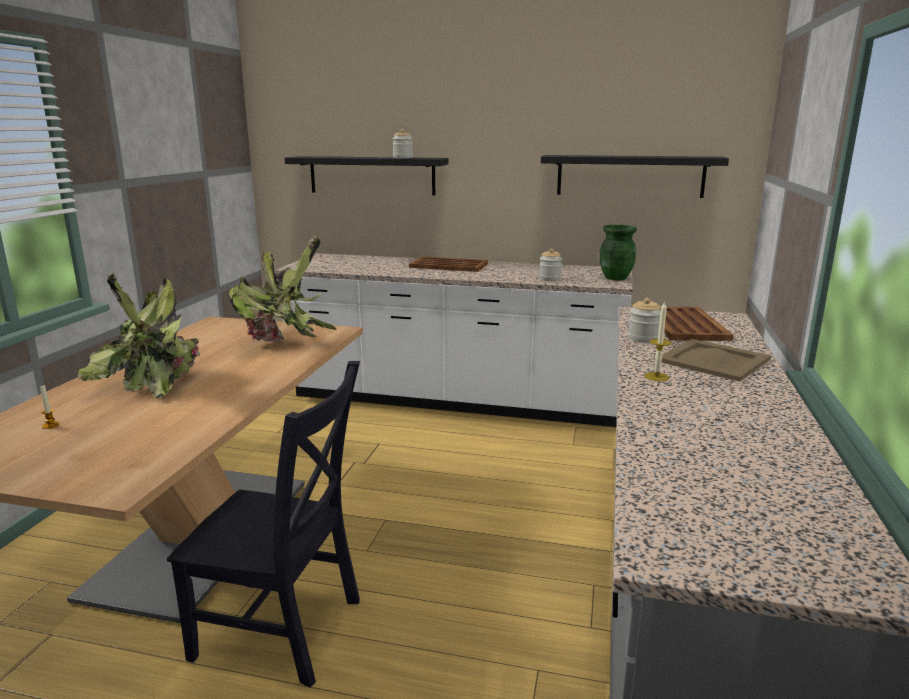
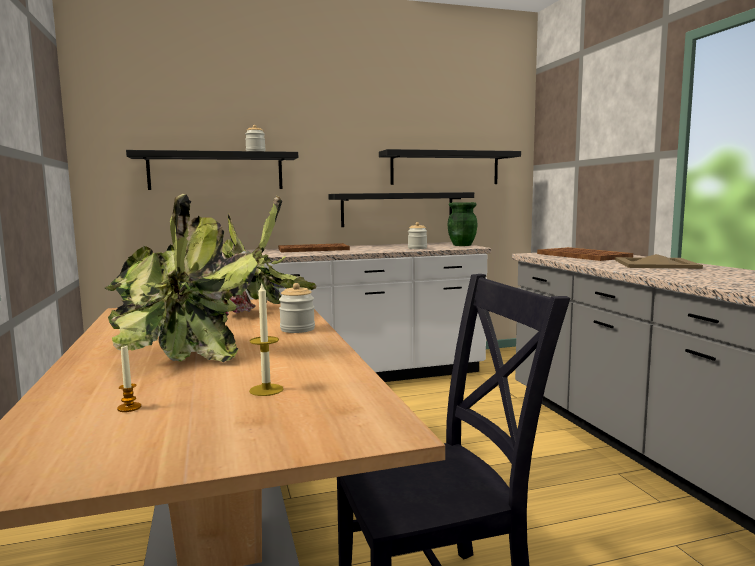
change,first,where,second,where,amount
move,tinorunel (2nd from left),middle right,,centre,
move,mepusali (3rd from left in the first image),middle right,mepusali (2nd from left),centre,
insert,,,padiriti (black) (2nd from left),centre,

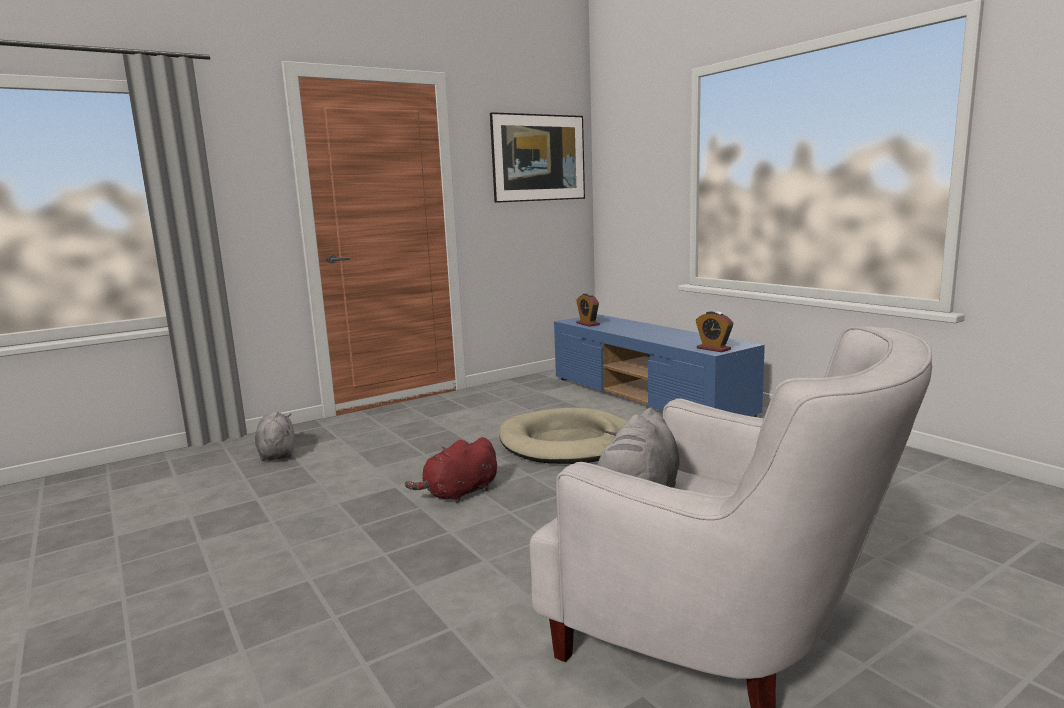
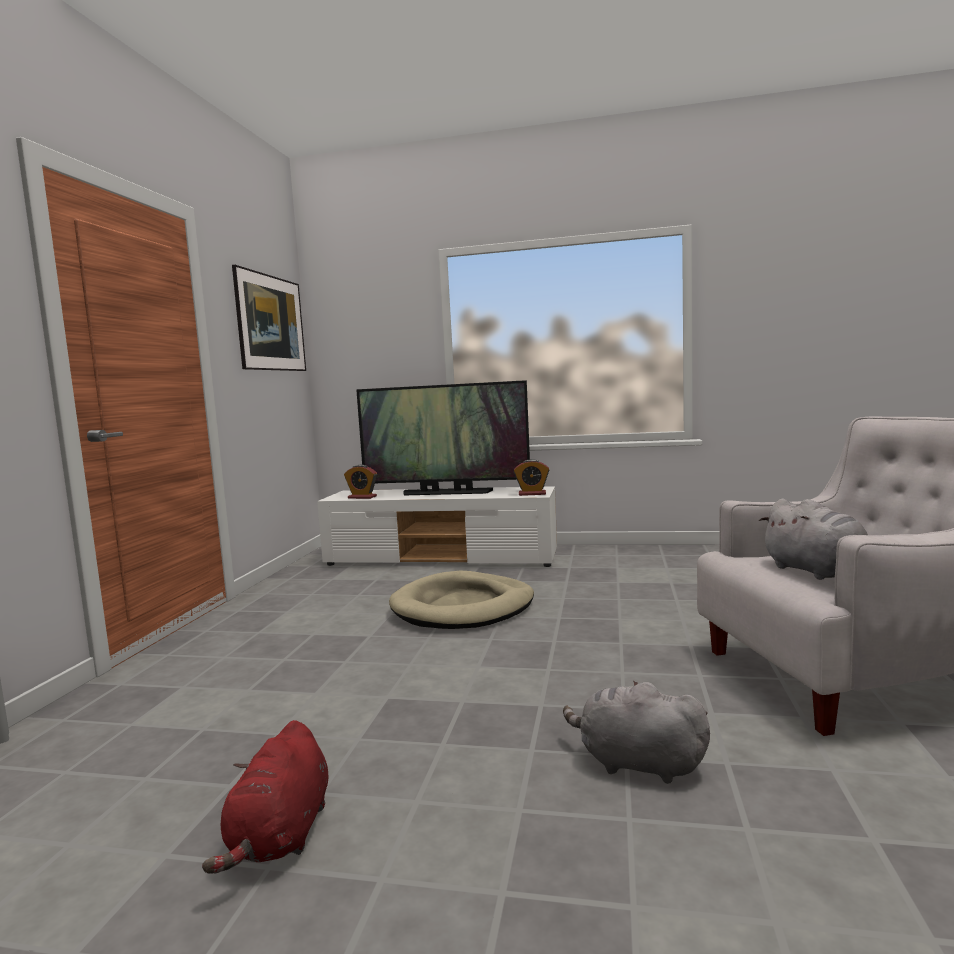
change,first,where,second,where,amount
move,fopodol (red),centre,,bottom left,
recolor,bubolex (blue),centre,bubolex (white),centre,
insert,,,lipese,centre,
move,fopodol (grey) (1st from left),middle left,,bottom right,

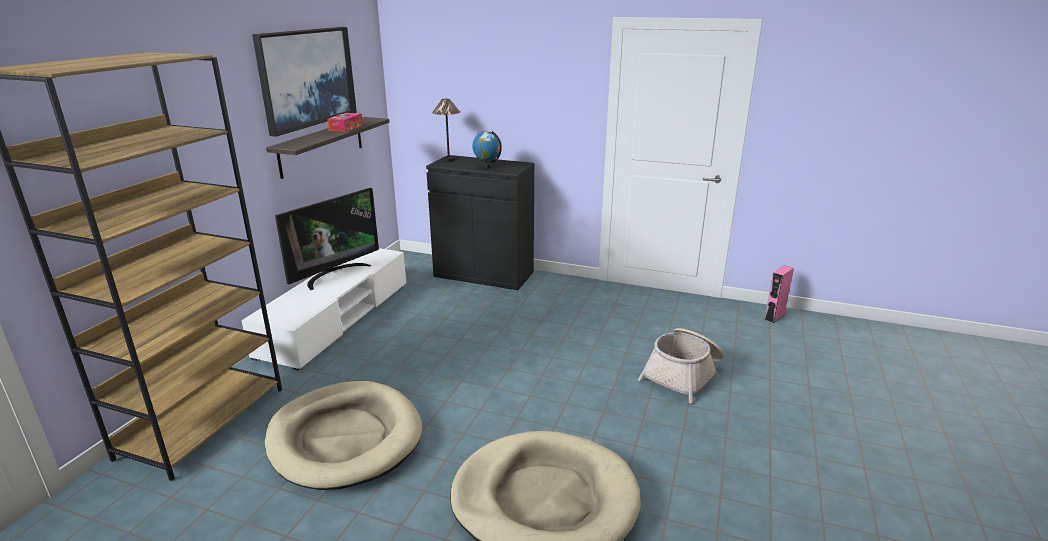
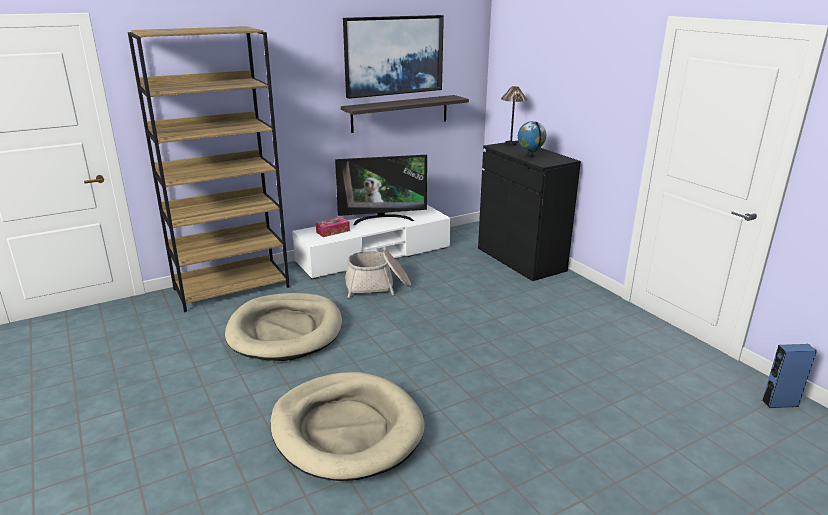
change,first,where,second,where,amount
move,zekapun,top left,,centre,
move,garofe,bottom centre,,centre,
recolor,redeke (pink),middle right,redeke (blue),bottom right,

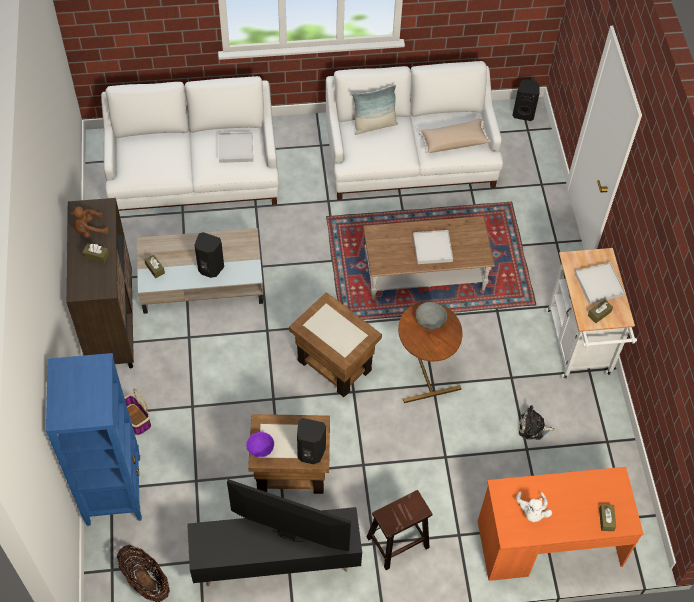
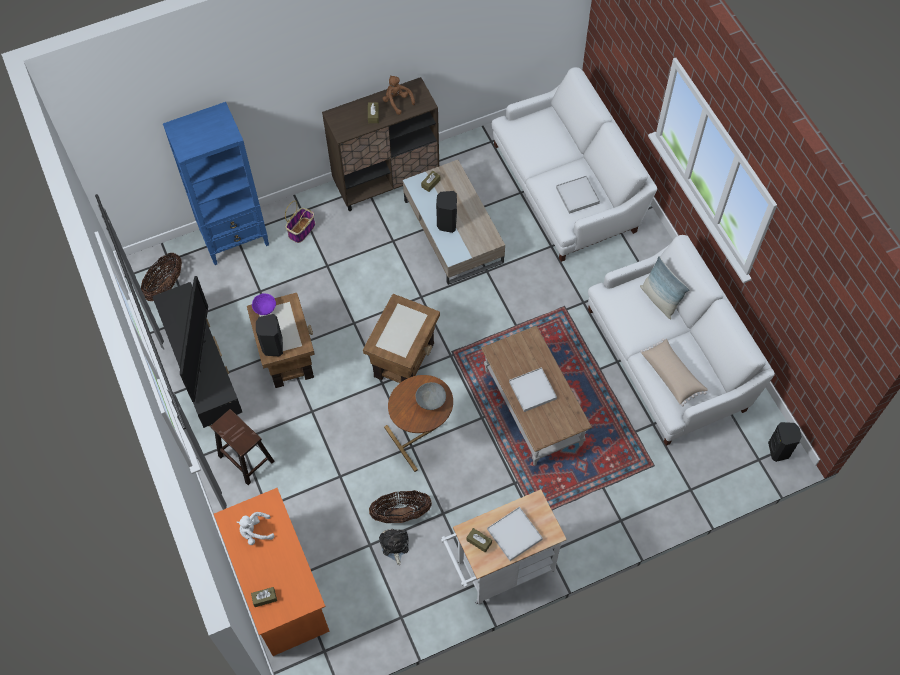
change,first,where,second,where,amount
insert,,,garofe (3rd from left),bottom centre,

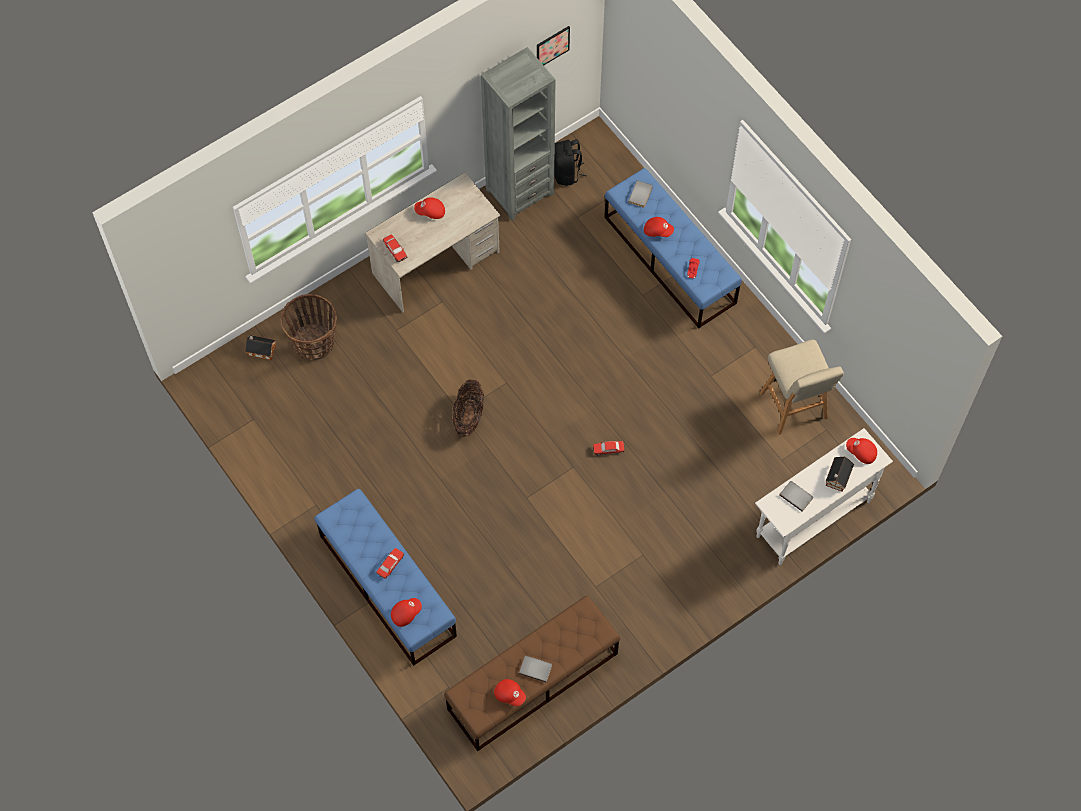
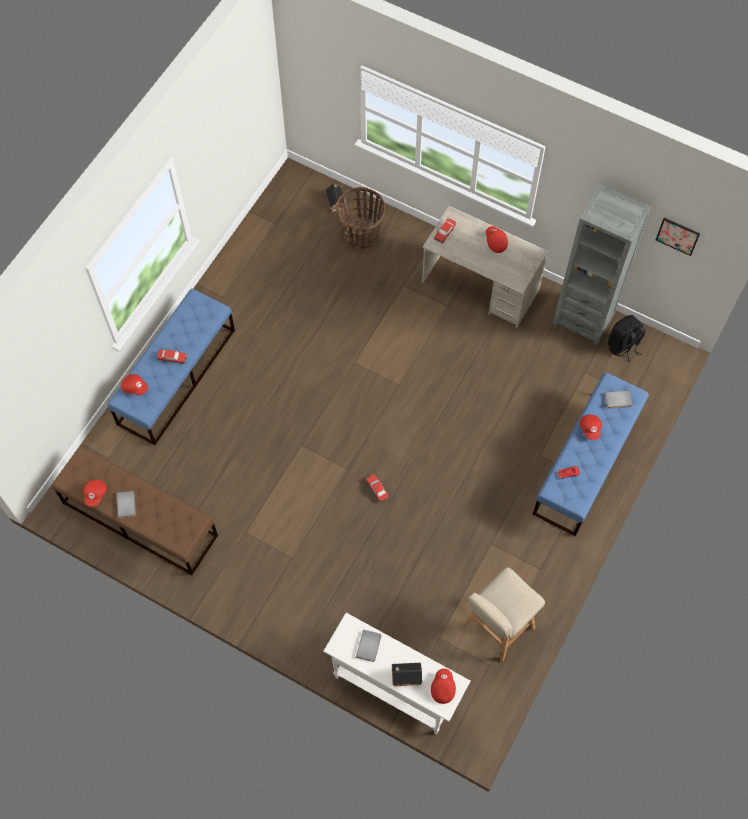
change,first,where,second,where,amount
delete,garofe (2nd from left),centre,,,

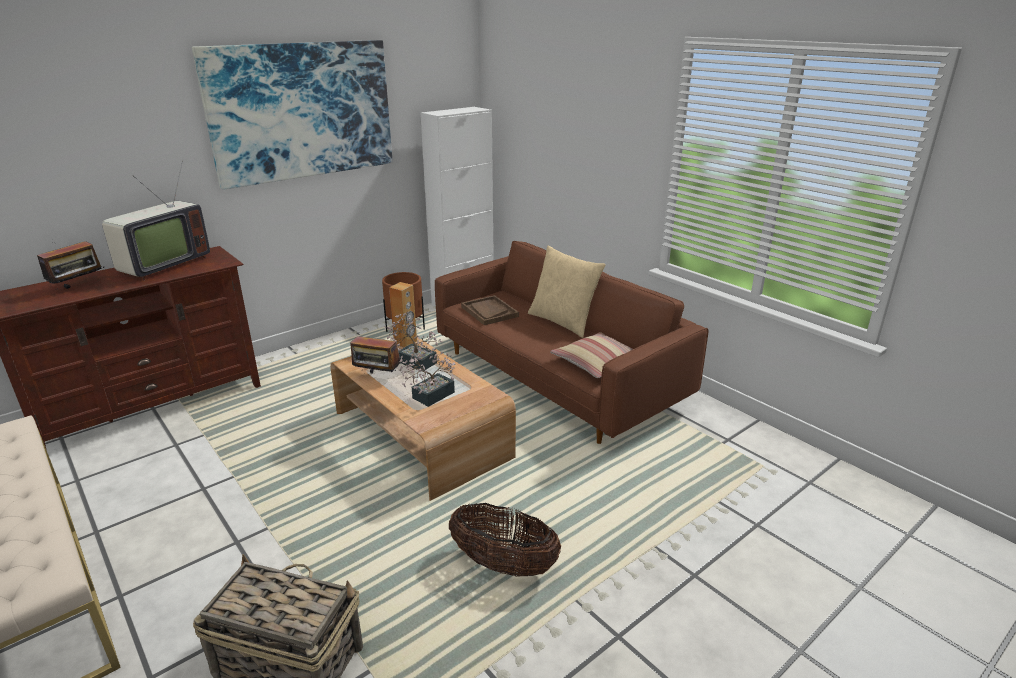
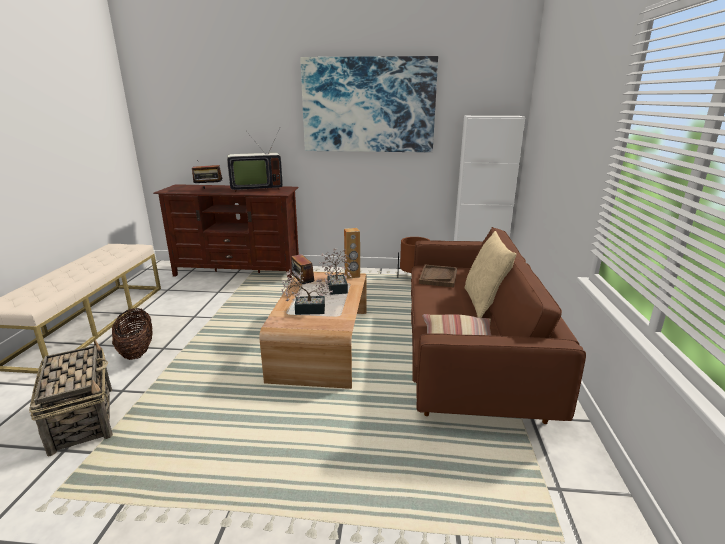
change,first,where,second,where,amount
move,garofe (2nd from left),bottom centre,,middle left,

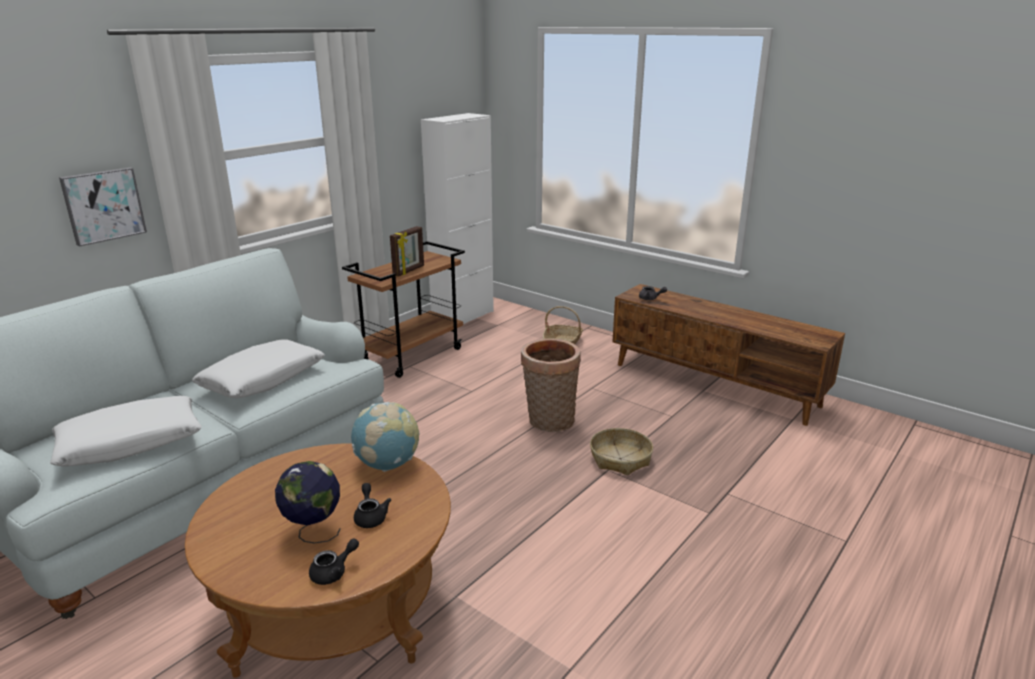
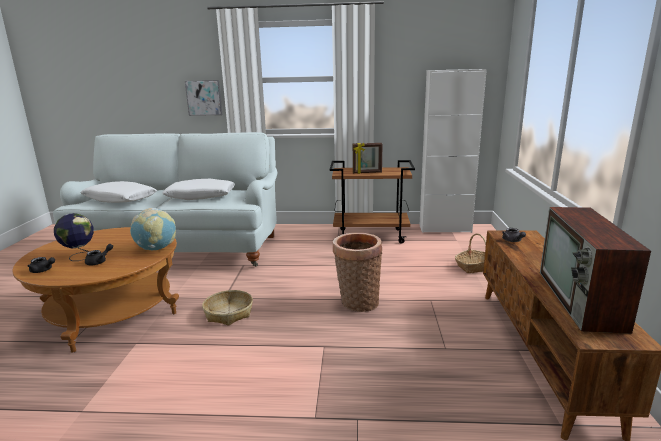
change,first,where,second,where,amount
move,garofe (3rd from left in the first image),centre,garofe (1st from left),bottom centre,
insert,,,lipese,middle right,

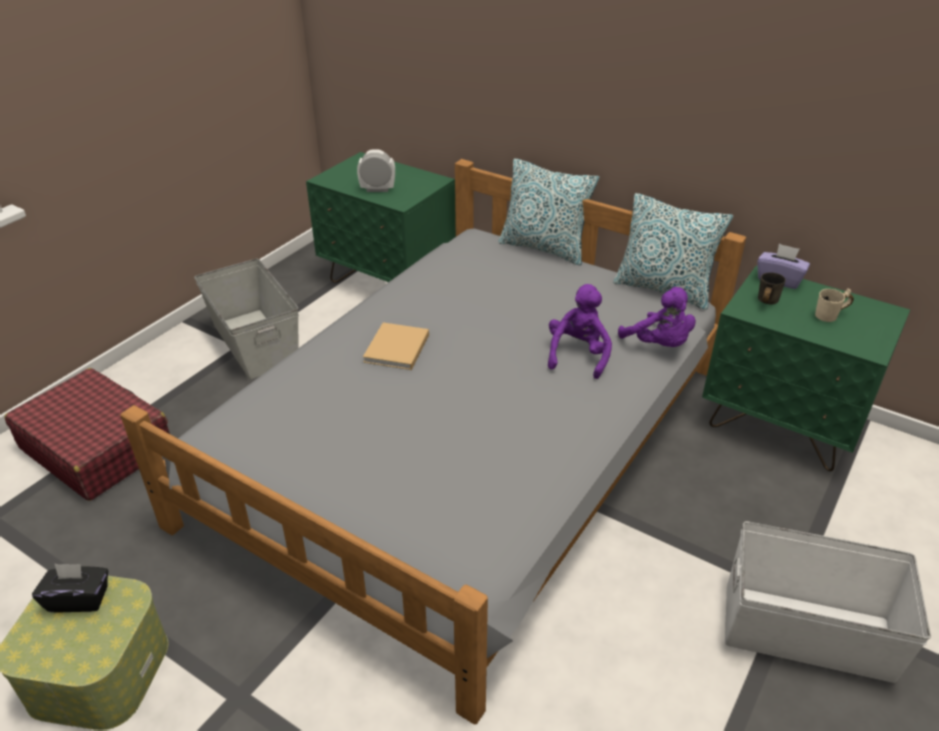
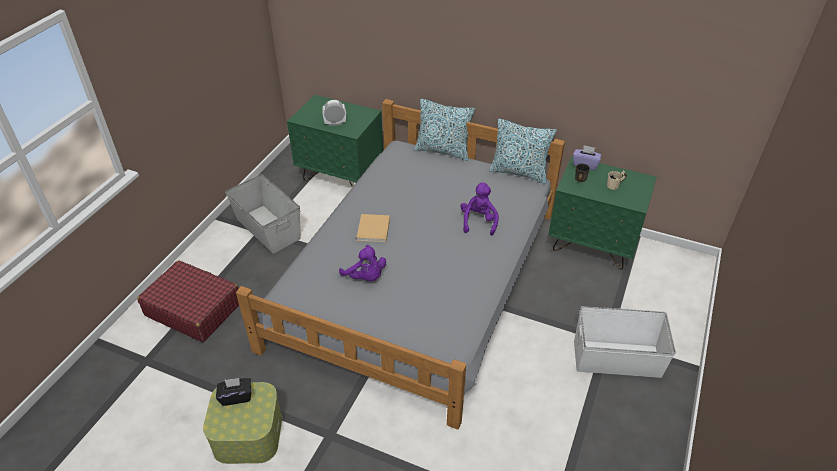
change,first,where,second,where,amount
move,fopodol (purple) (2nd from left in the first image),middle right,fopodol (purple) (1st from left),centre,

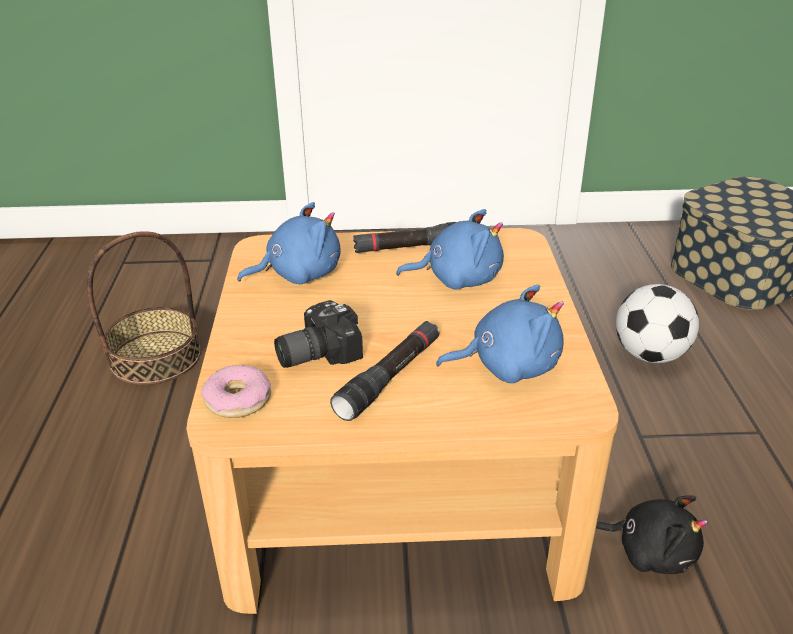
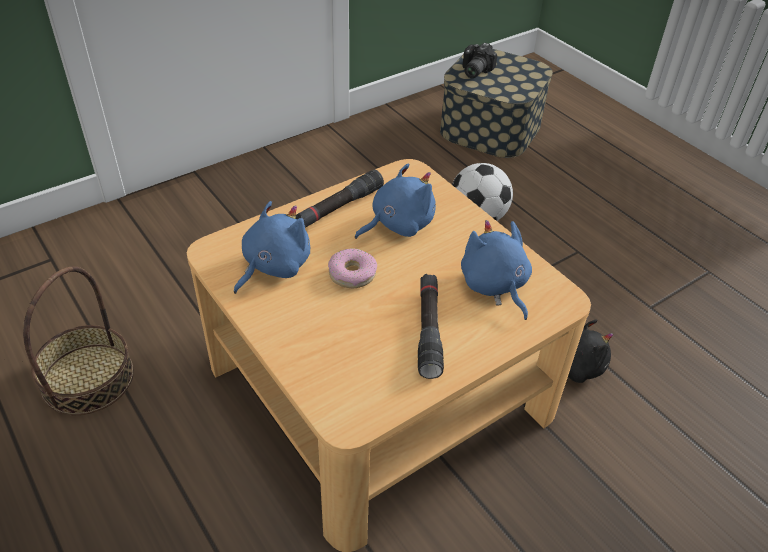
change,first,where,second,where,amount
move,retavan,middle left,,centre,
rotate,fopodol (blue) (3rd from left),centre,,centre,75 degrees counterclockwise
move,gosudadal,centre,,top centre,

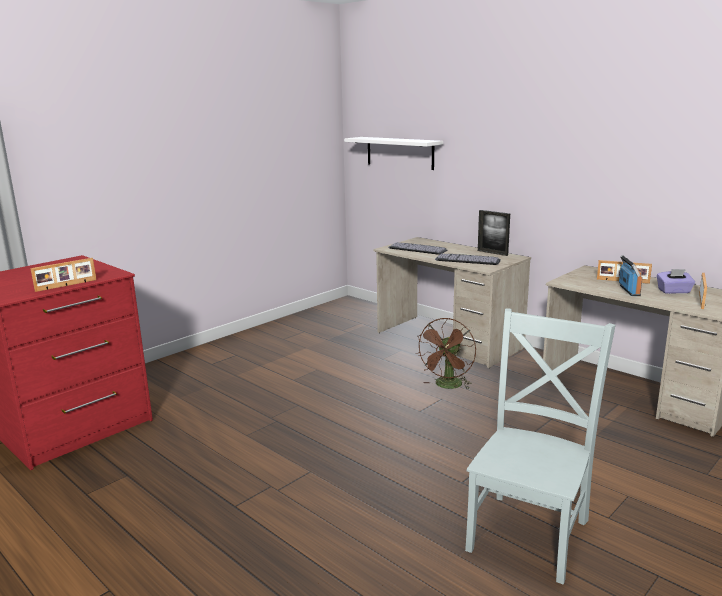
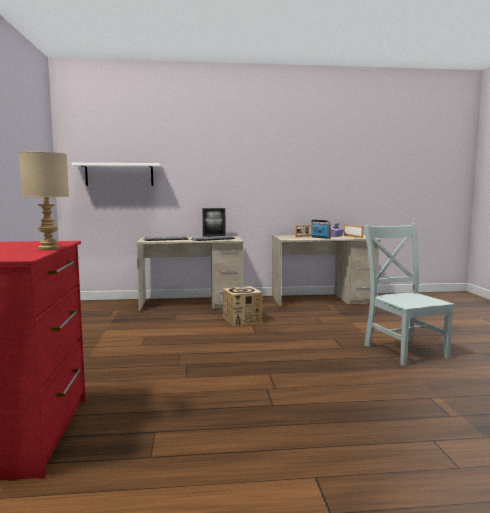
change,first,where,second,where,amount
replace,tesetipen (1st from left),middle left,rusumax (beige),middle left,
replace,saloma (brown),centre,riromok,centre,

